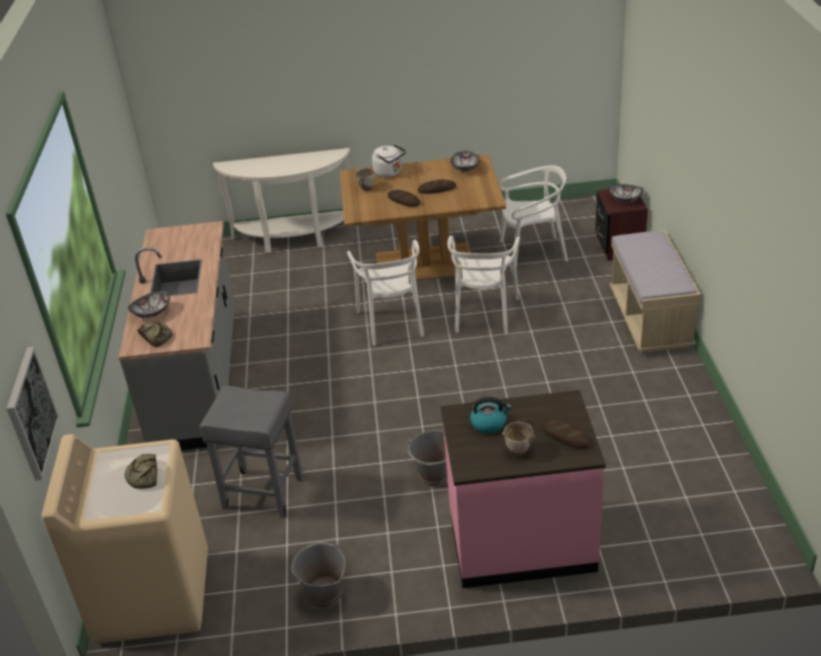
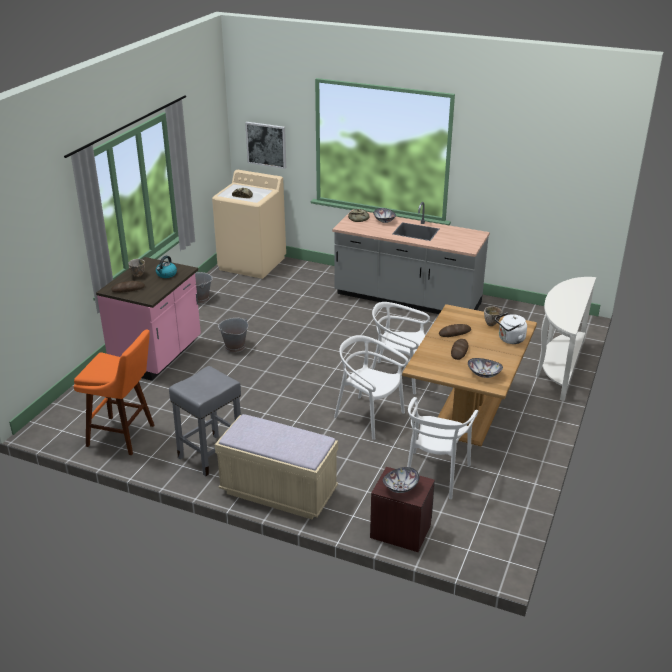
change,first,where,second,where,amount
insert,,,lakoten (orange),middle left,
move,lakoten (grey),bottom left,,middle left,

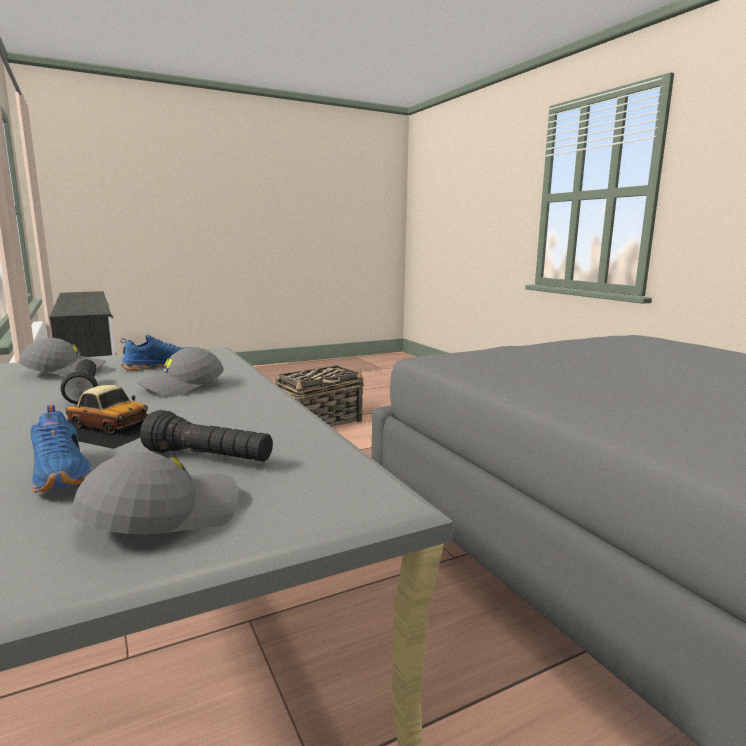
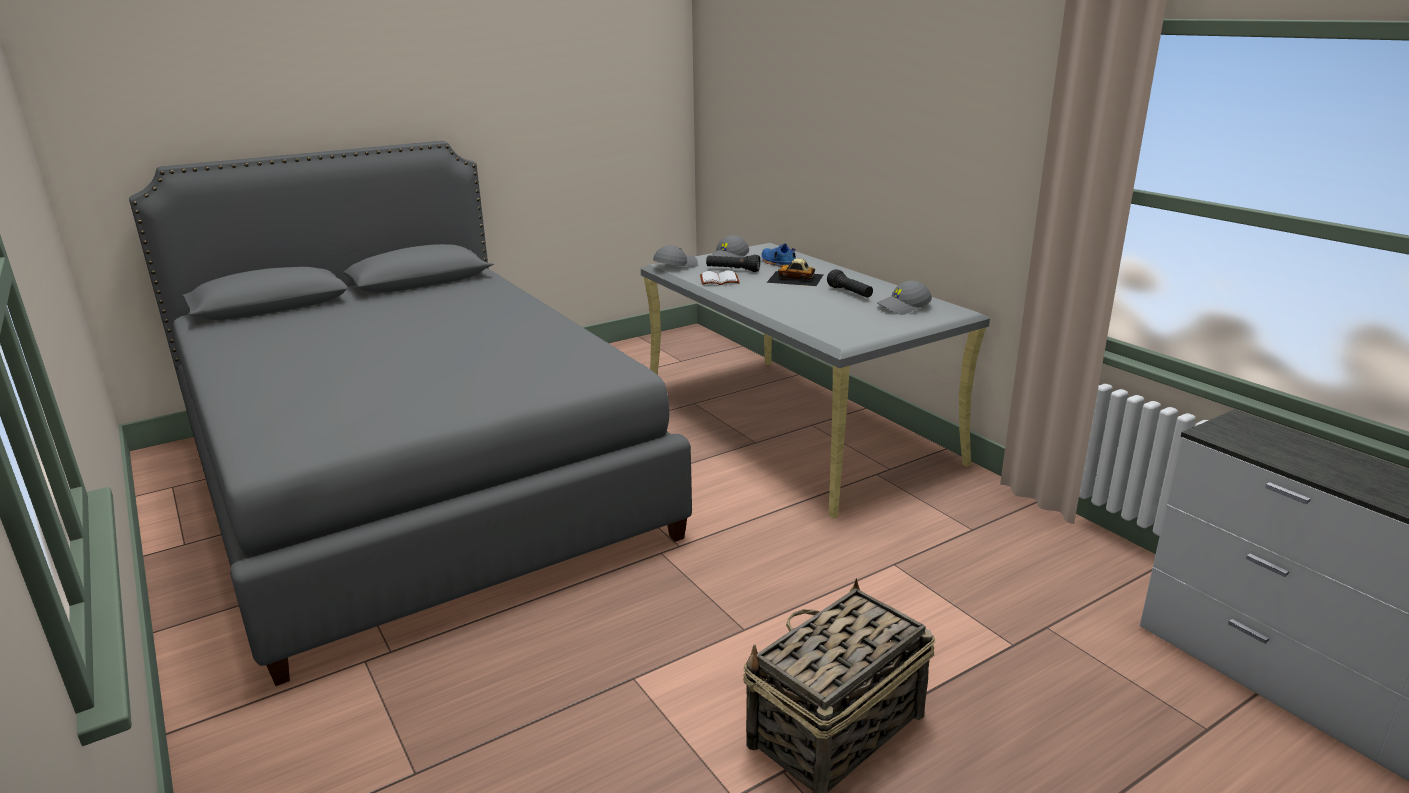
change,first,where,second,where,amount
move,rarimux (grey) (3rd from left in the first image),middle left,rarimux (grey) (1st from left),top centre,
insert,,,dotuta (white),centre,
delete,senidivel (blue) (2nd from left),middle left,,,

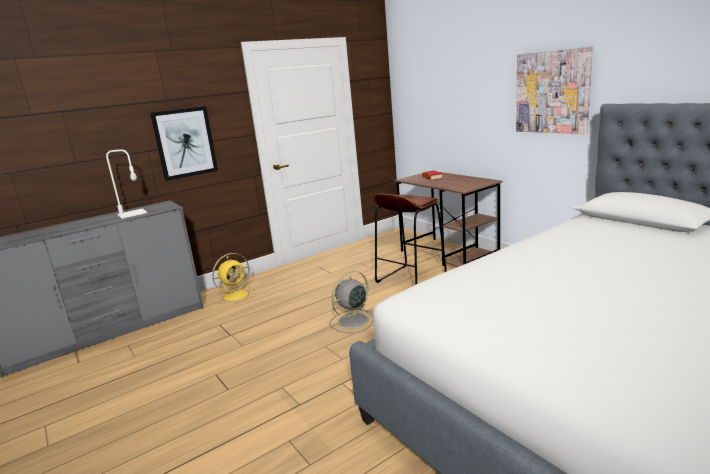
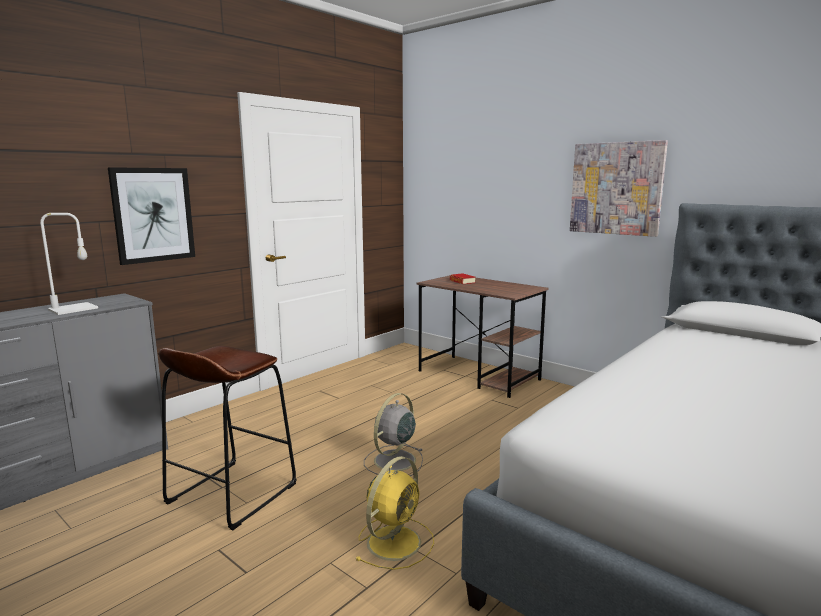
change,first,where,second,where,amount
move,lakoten (brown),centre,,bottom left,
move,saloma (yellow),middle left,,bottom centre,

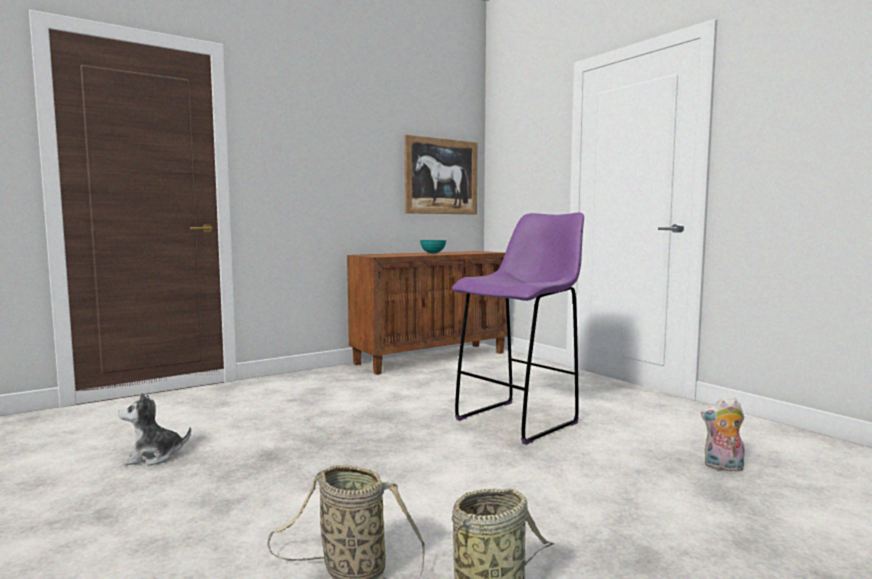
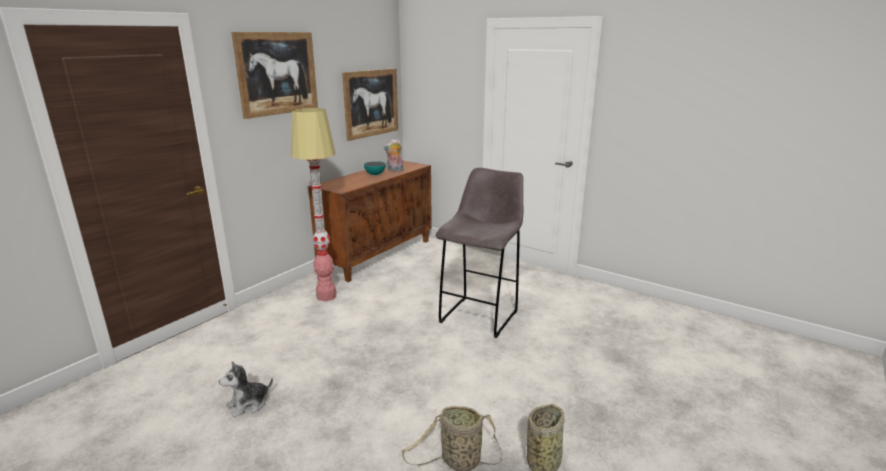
change,first,where,second,where,amount
insert,,,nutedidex (1st from left),top left,
insert,,,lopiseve,centre,
move,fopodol (2nd from left),bottom right,,top centre,
recolor,lakoten (purple),centre,lakoten (grey),centre,

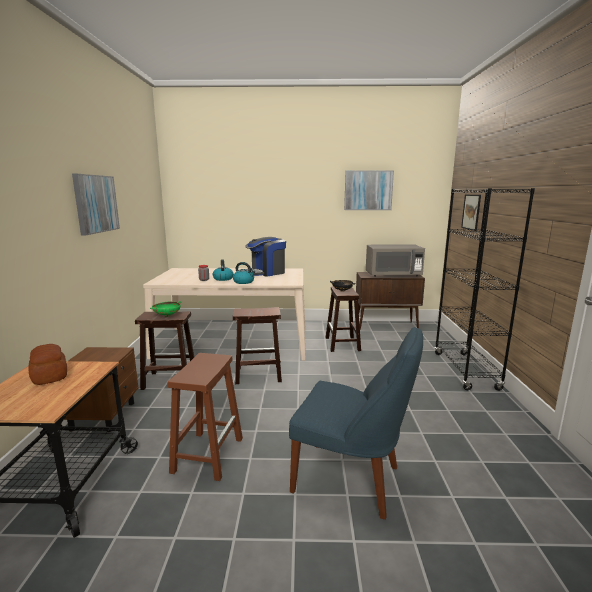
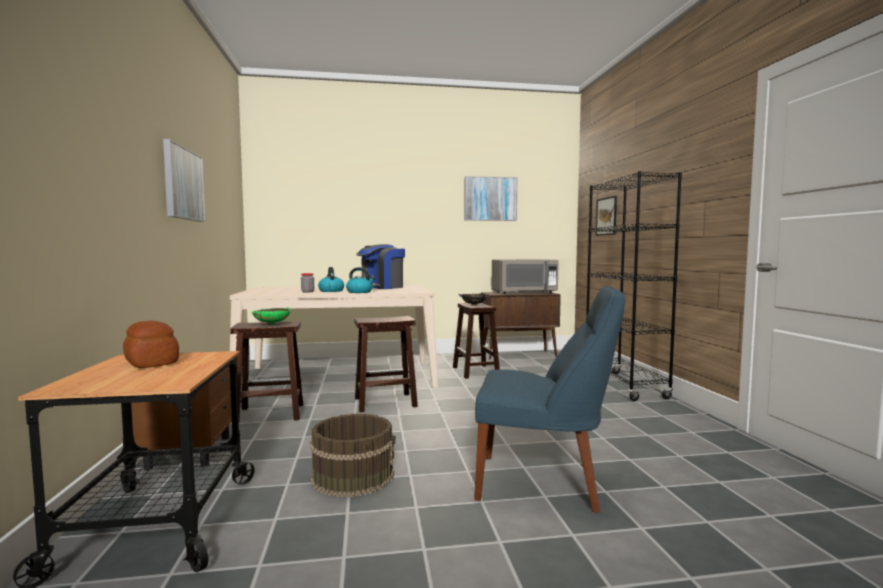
change,first,where,second,where,amount
replace,lakoten (brown) (2nd from left),bottom centre,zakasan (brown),bottom centre,

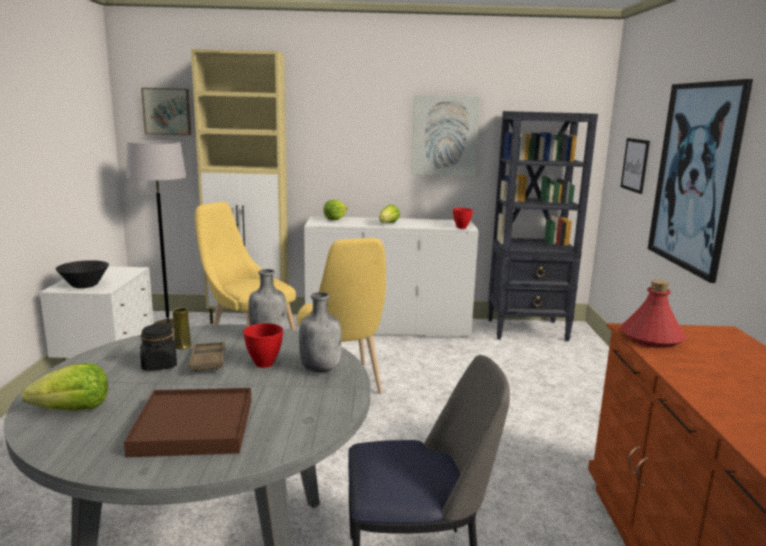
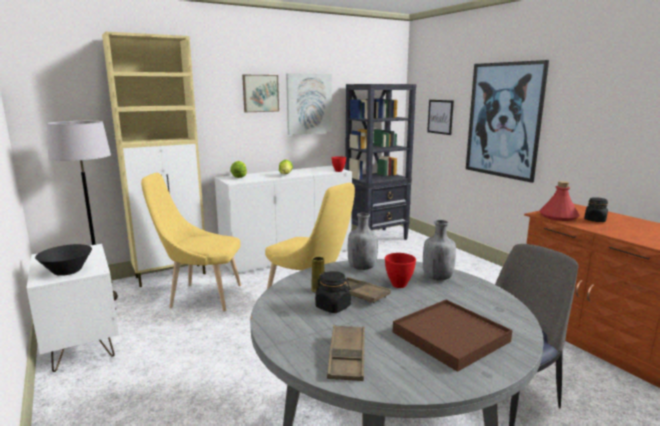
change,first,where,second,where,amount
move,nutedidex (1st from left),top left,,top centre,
replace,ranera (1st from left),bottom left,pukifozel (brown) (1st from left),bottom centre,
insert,,,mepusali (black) (2nd from left),middle right,

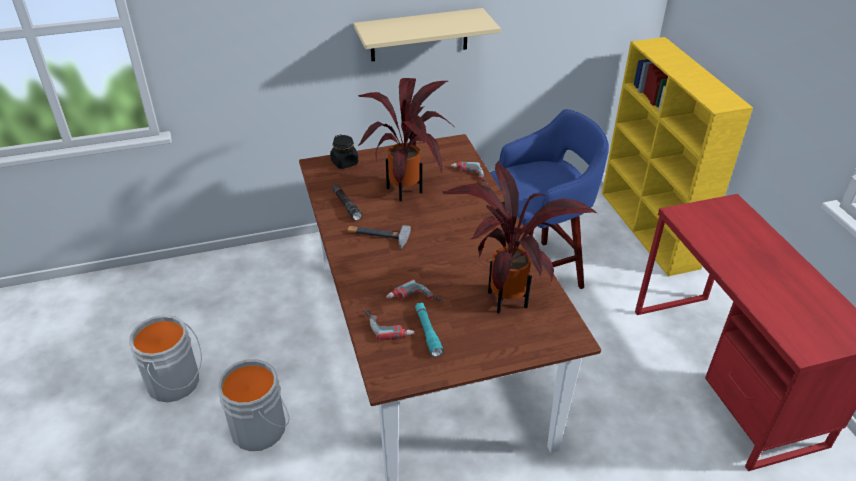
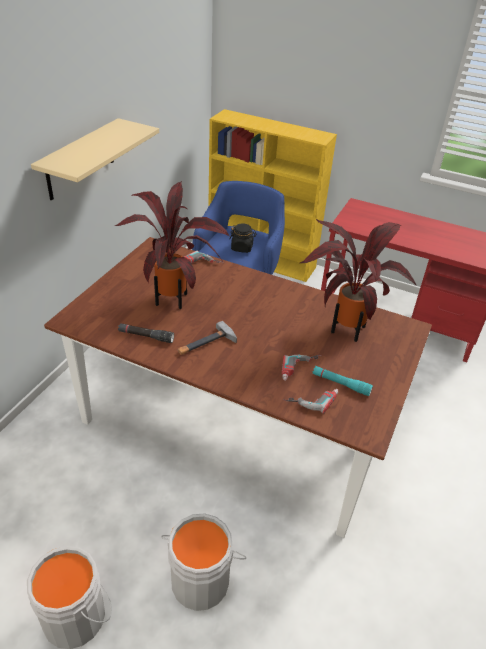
change,first,where,second,where,amount
move,mepusali (black),top centre,,centre,

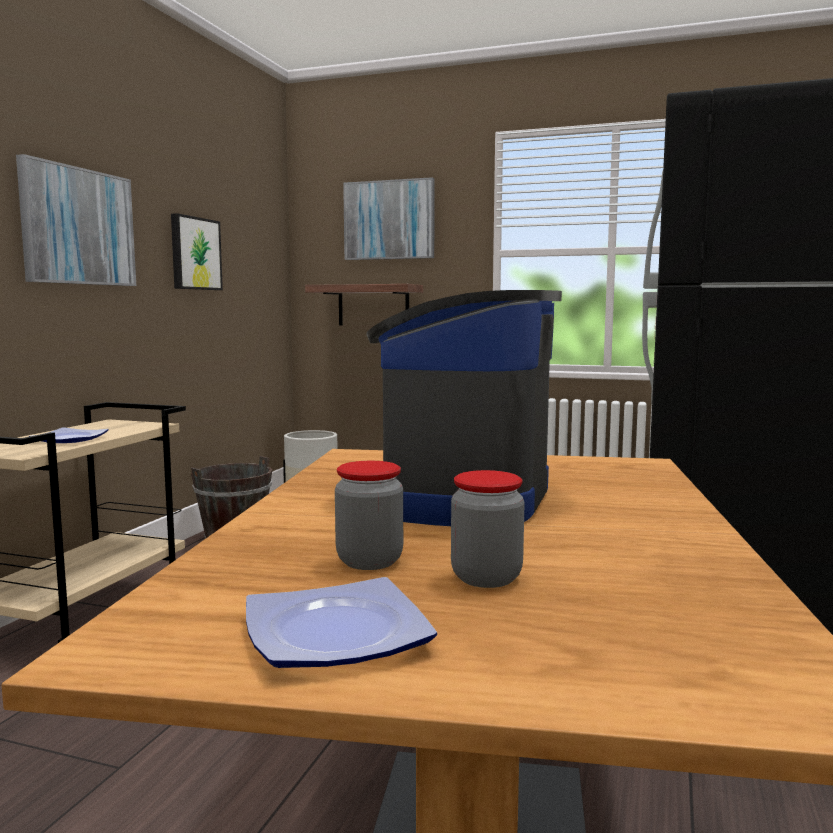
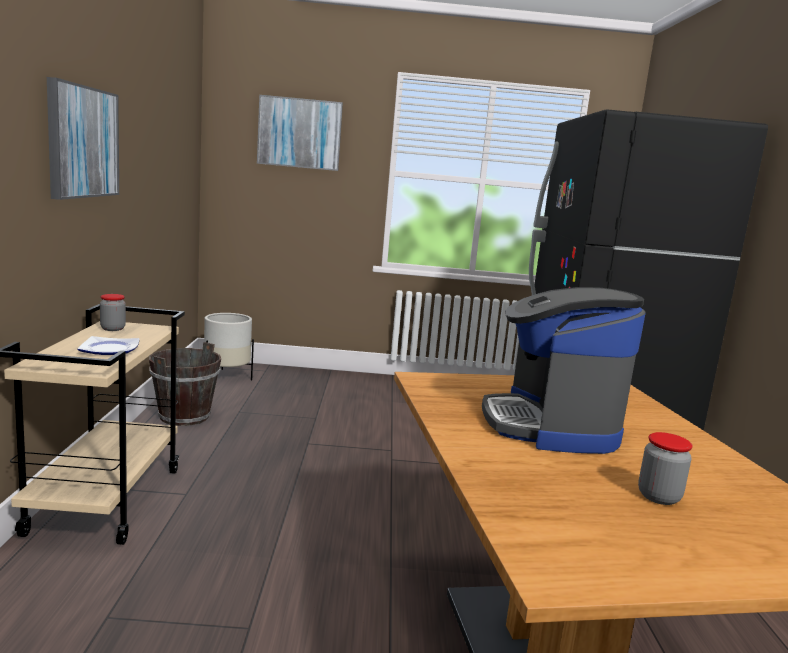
change,first,where,second,where,amount
move,mepusali (1st from left),centre,,middle left,
delete,nutedidex (2nd from left),top left,,,
delete,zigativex (2nd from left),bottom centre,,,
delete,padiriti,centre,,,

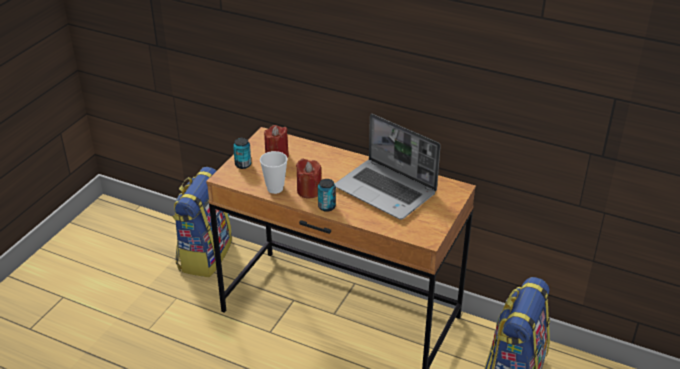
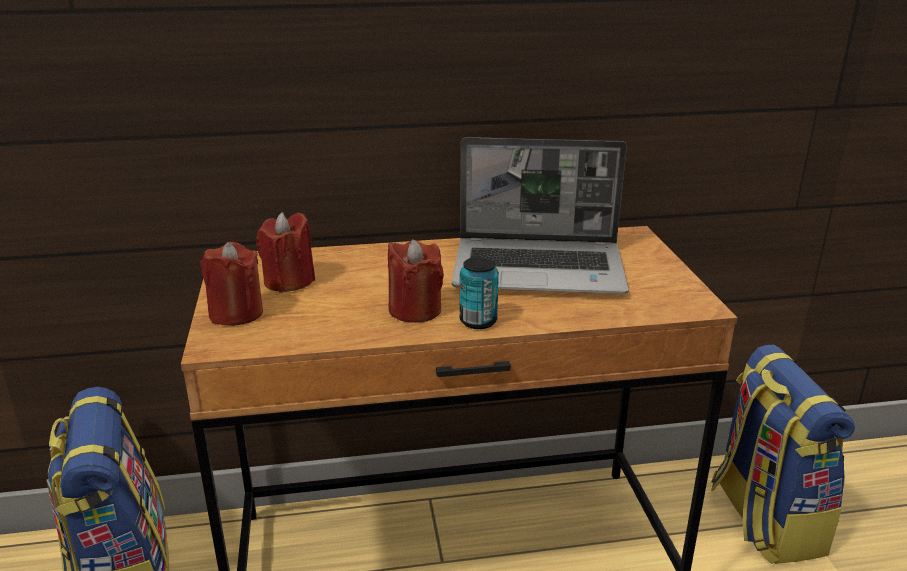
change,first,where,second,where,amount
replace,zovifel (1st from left),centre,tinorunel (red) (1st from left),middle left,
delete,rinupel,centre,,,

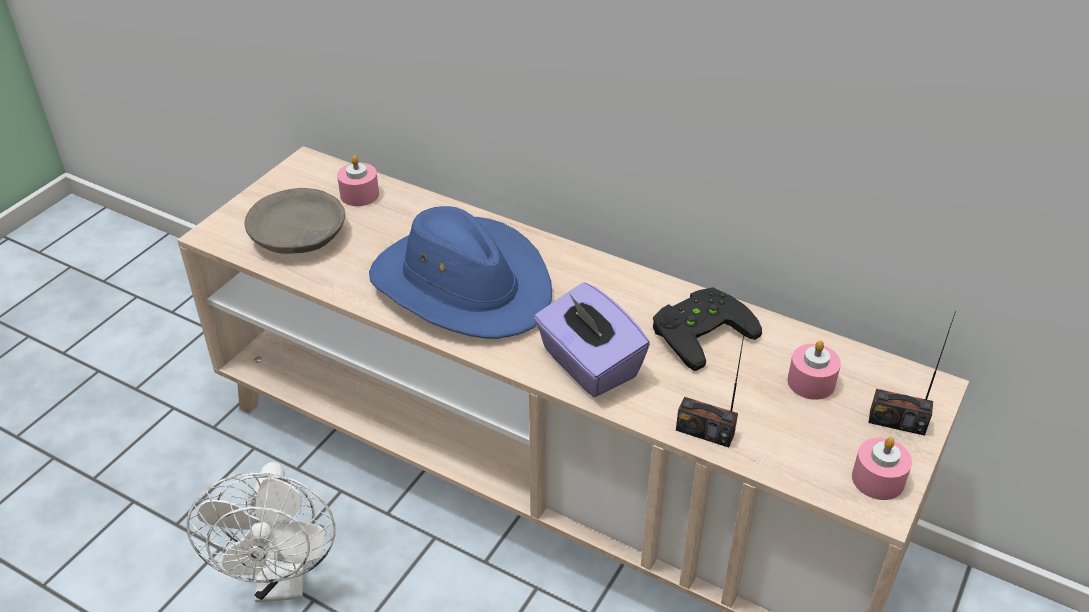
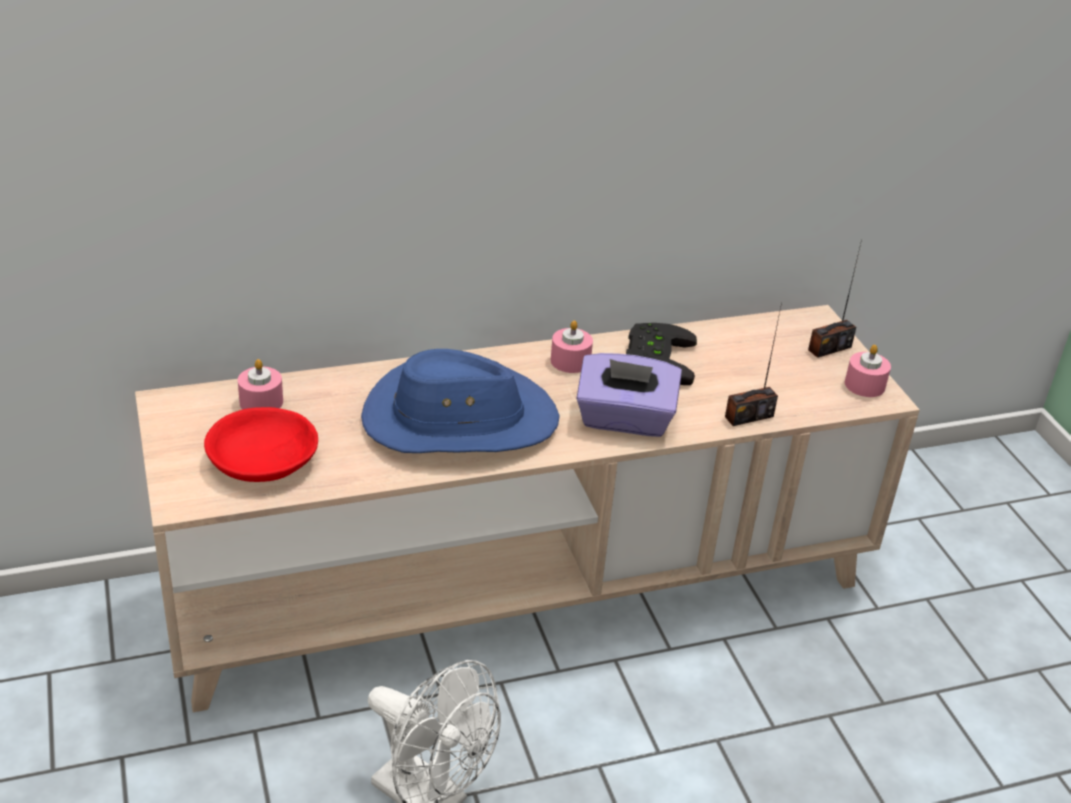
change,first,where,second,where,amount
recolor,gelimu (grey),middle left,gelimu (red),middle left,
move,tinorunel (pink) (2nd from left),middle right,,centre,

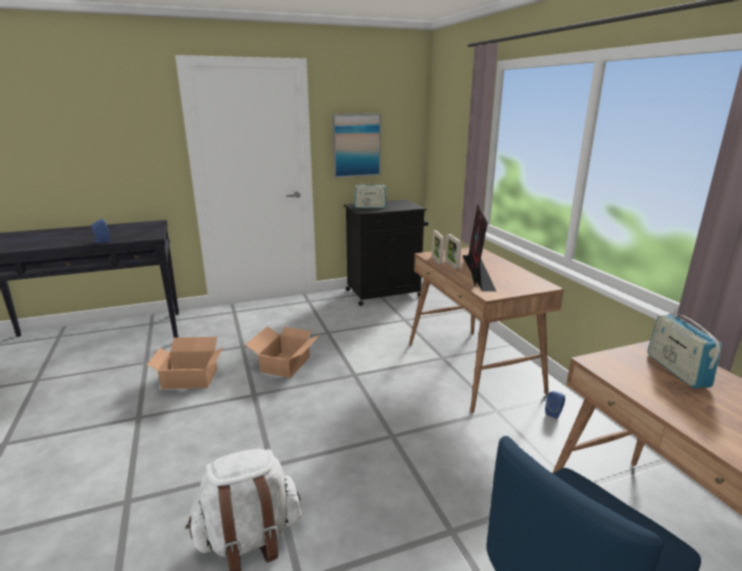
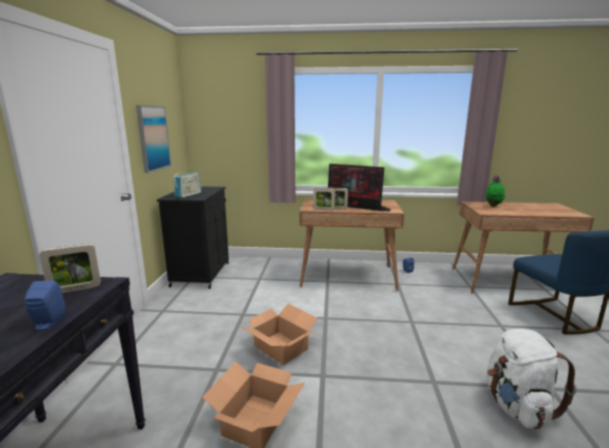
change,first,where,second,where,amount
insert,,,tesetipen (1st from left),middle left,
replace,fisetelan (2nd from left),middle right,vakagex,middle right,

